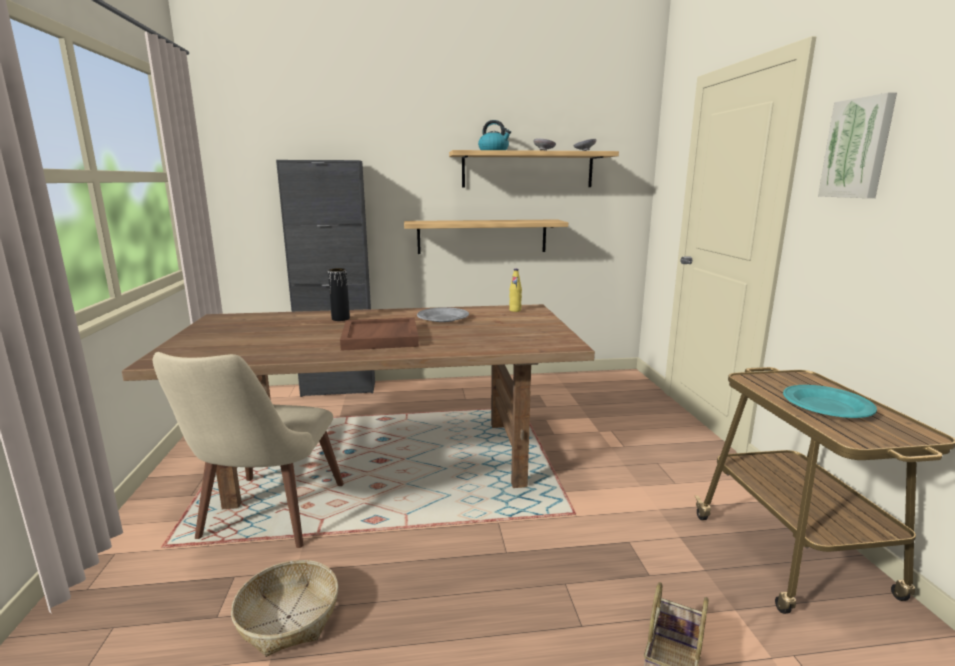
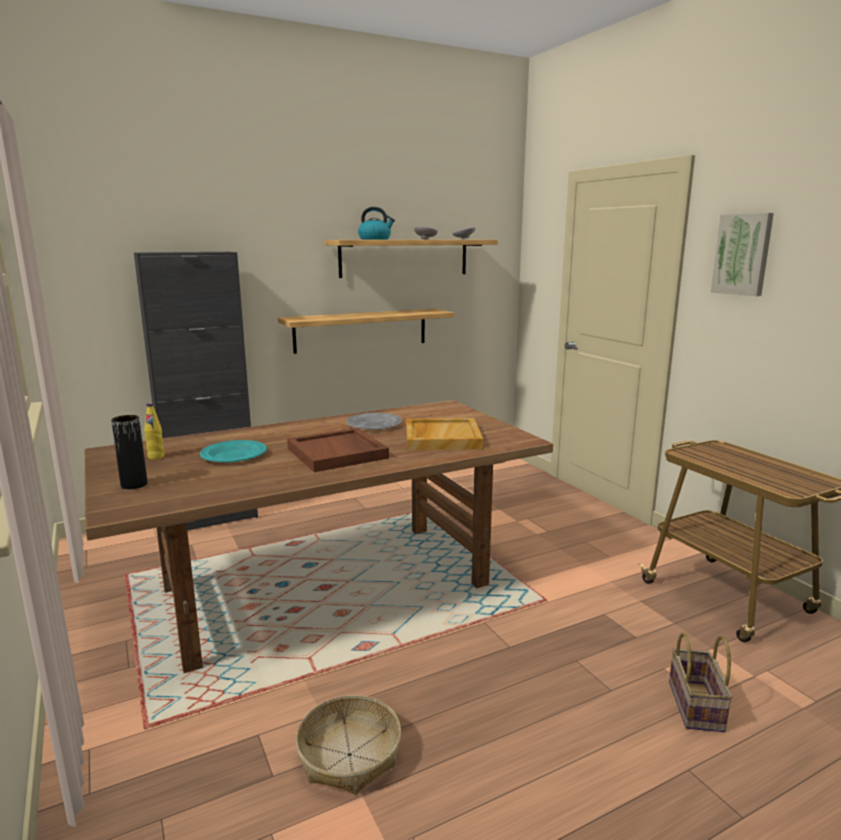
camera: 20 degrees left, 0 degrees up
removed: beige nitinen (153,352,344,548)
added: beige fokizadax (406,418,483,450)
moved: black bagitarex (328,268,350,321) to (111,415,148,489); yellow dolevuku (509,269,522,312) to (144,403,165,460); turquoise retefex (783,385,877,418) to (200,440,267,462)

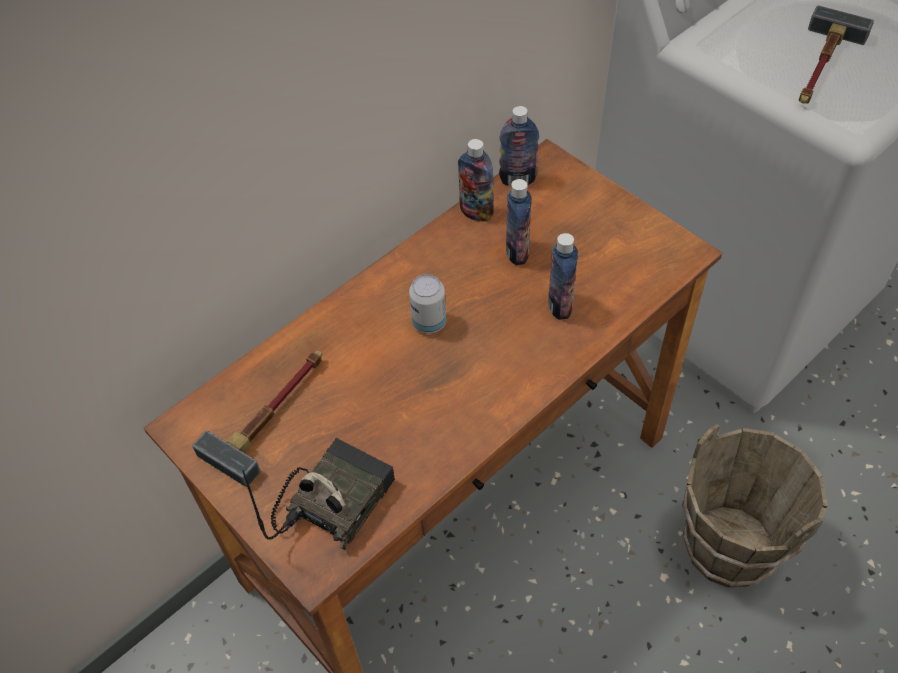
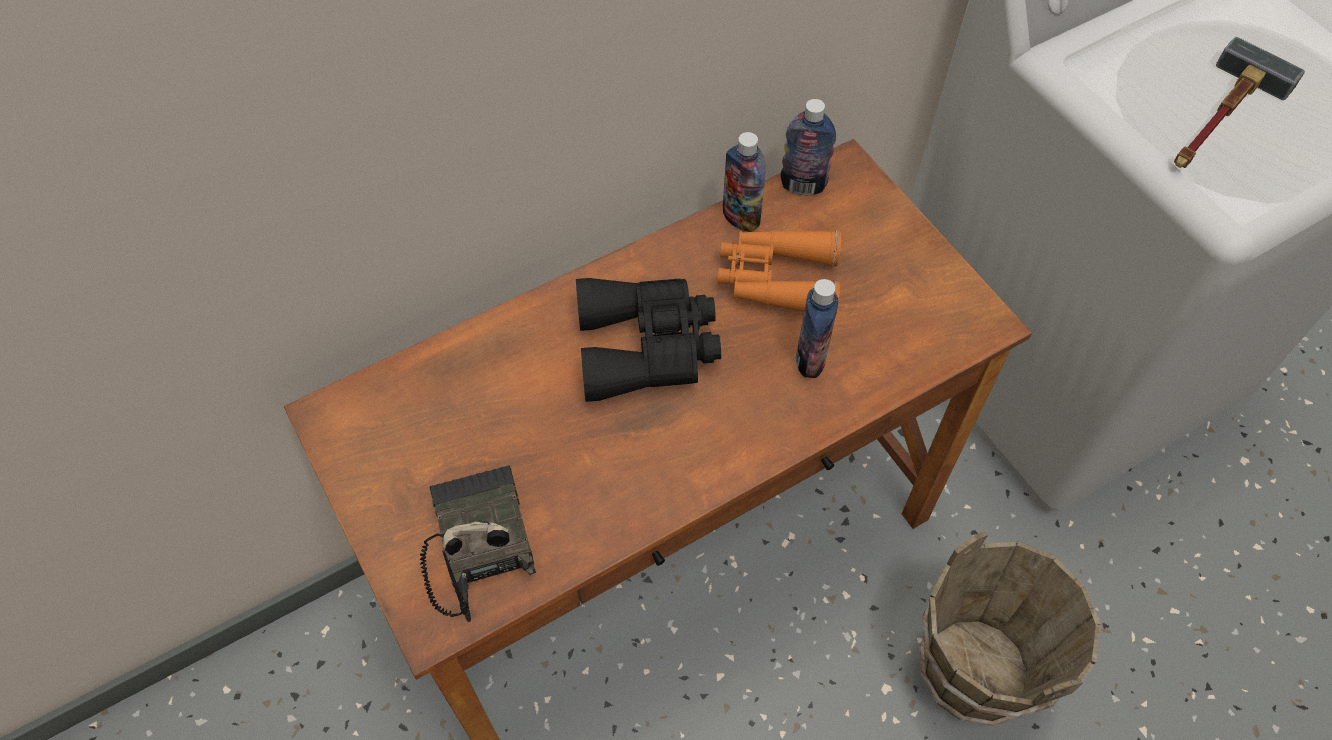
camera: 10 degrees right, 5 degrees up
removed: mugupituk (192,351,322,487)
replaced: dolevuku (506,179,531,265) to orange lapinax (717,230,841,314); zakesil (409,274,446,334) to black lapinax (576,278,721,402)
turned: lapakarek (242,438,395,550) = (420,465,536,622) 60 degrees counterclockwise

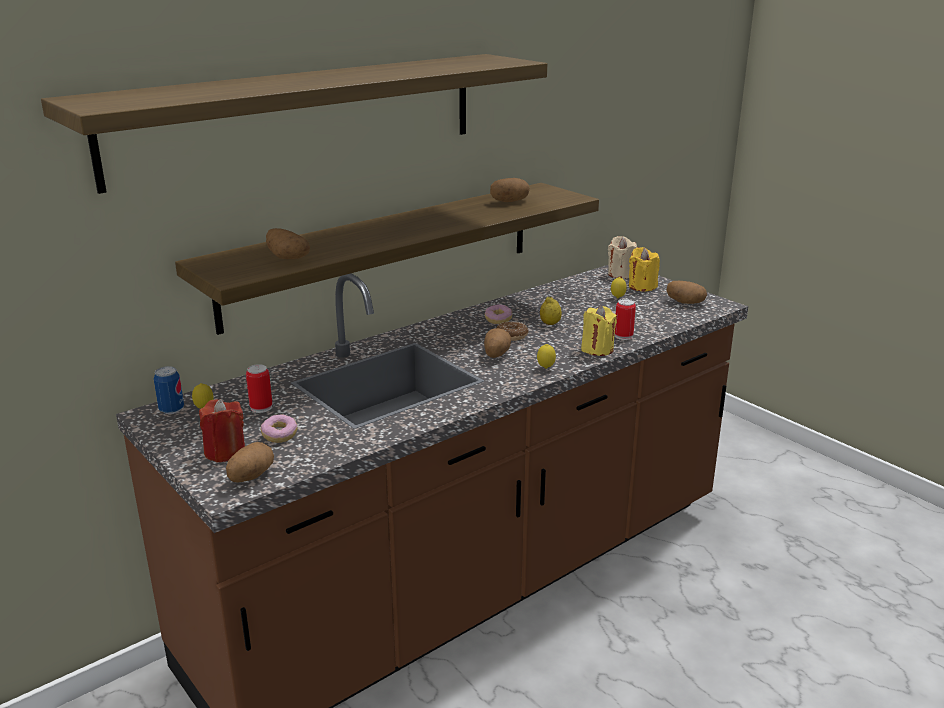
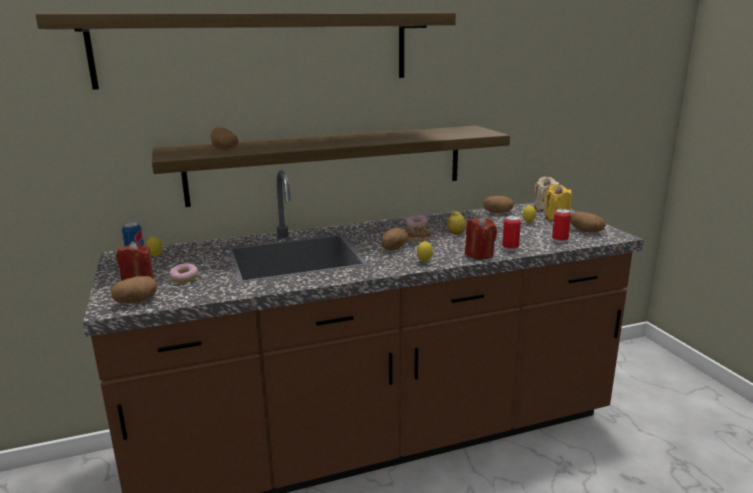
camera: 20 degrees right, 5 degrees down
moved: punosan (490,178,530,202) to (483,196,514,213); zakesil (246,364,272,413) to (552,209,571,243)
recoloured: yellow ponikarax (581,306,617,356) to red ponikarax (465,216,497,259)

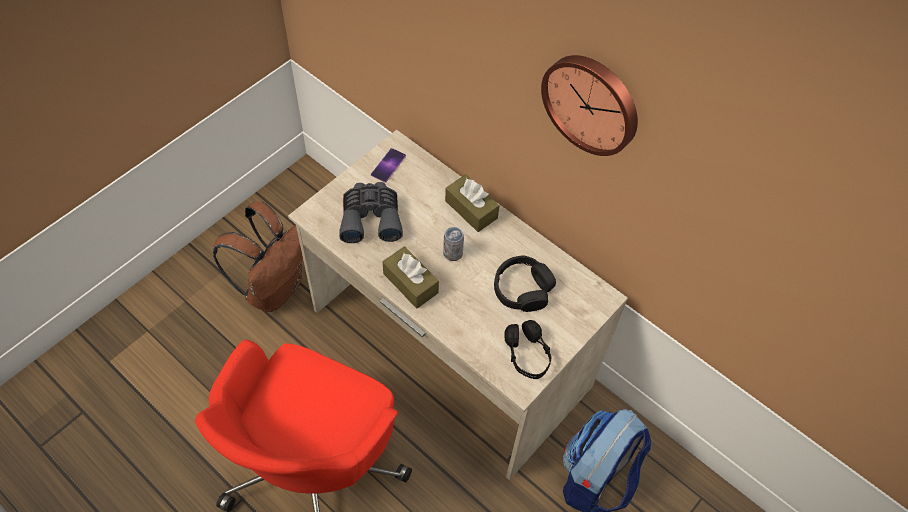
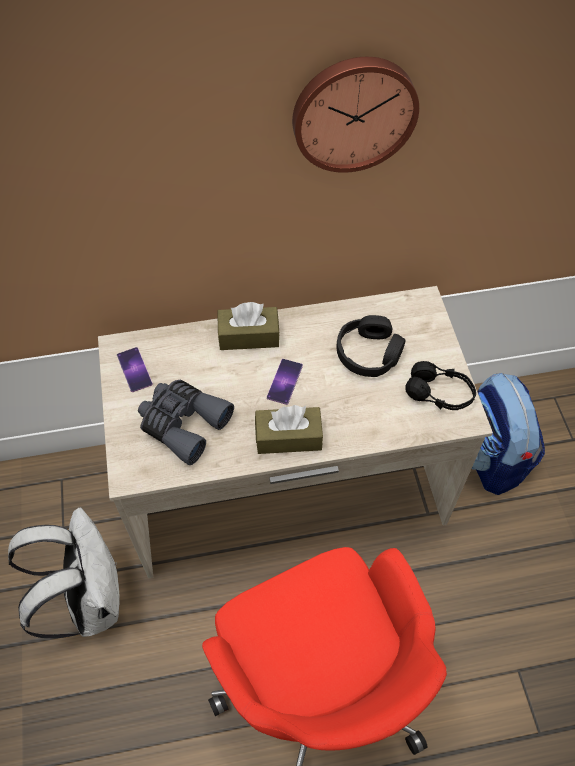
camera: 50 degrees left, 0 degrees up
replaced: zakesil (443,227,464,261) to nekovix (267,359,303,405)
recoloured: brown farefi (213,201,303,312) to white farefi (8,508,120,638)

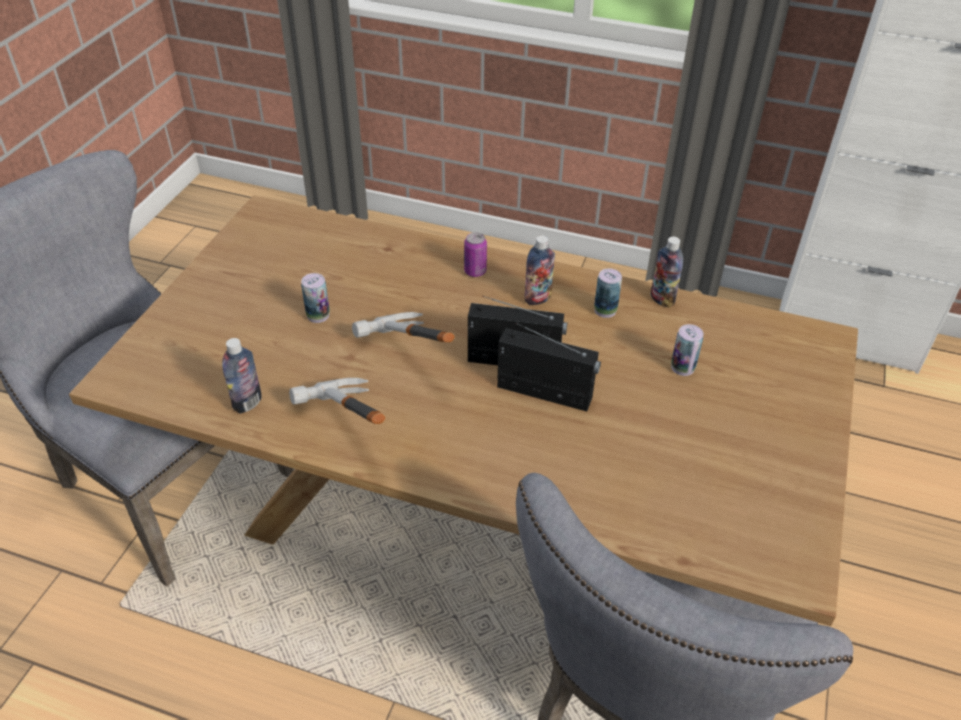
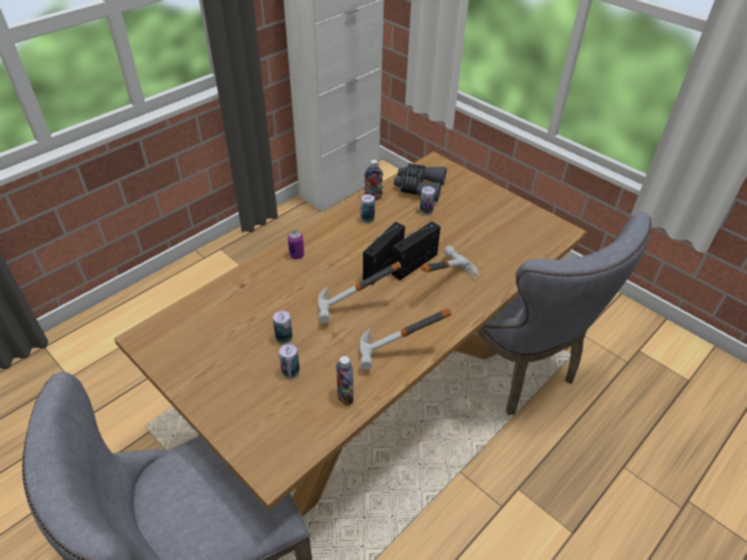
camera: 65 degrees left, 0 degrees up
removed: dolevuku (524,236,555,305)
added: grey lapinax (394,163,447,202); mugupituk (421,245,478,280); zakesil (279,344,300,379)

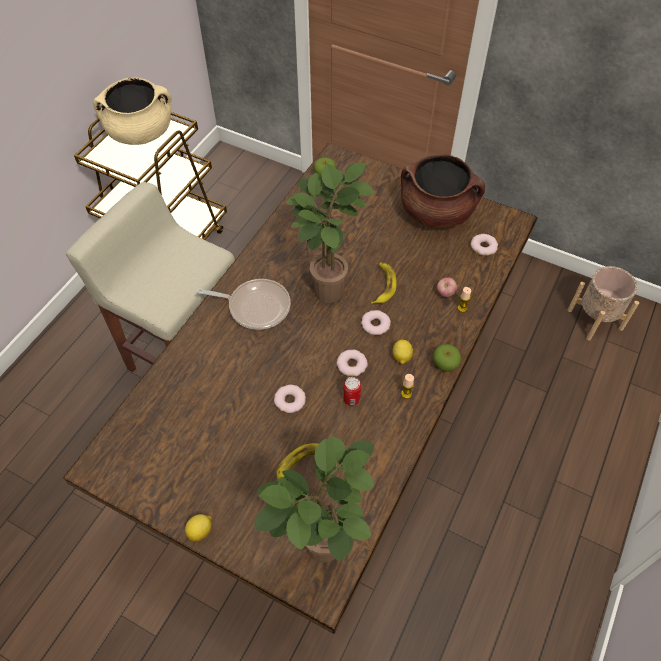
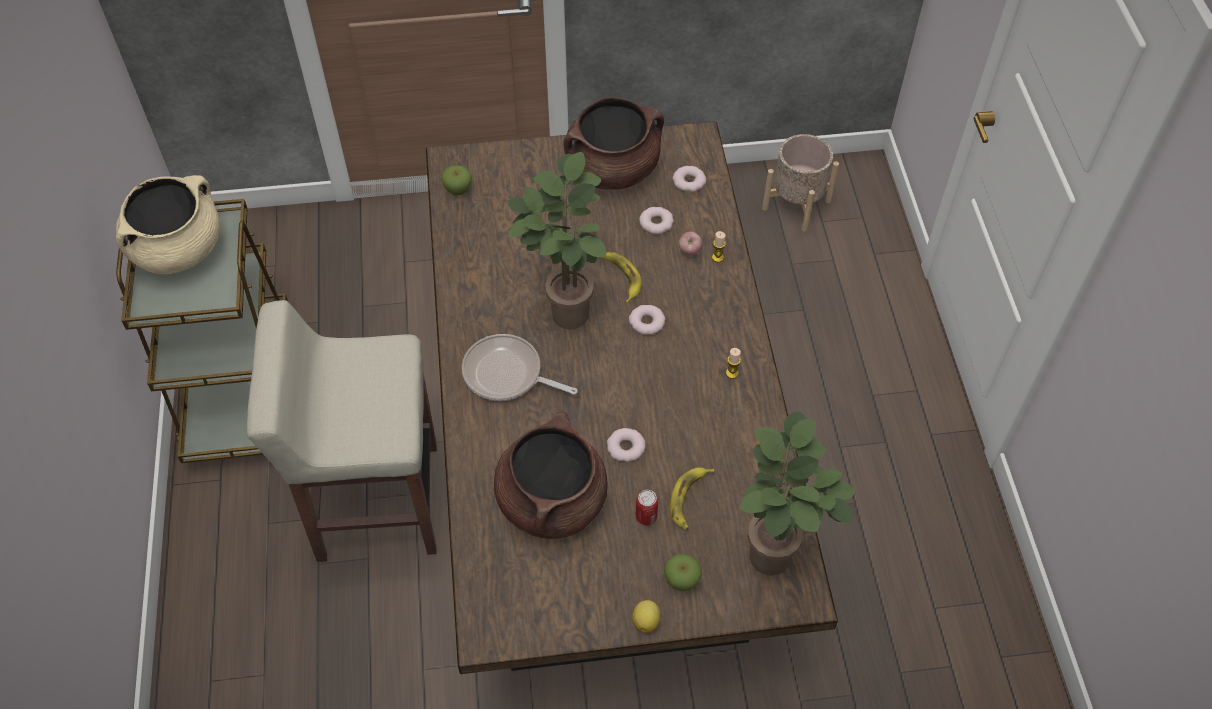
camera: 35 degrees left, 0 degrees up
removed: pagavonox (393,340,413,364)
added: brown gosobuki (494,411,608,539)
moved: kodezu (433,344,461,372) to (664,554,702,591); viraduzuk (337,350,368,376) to (639,207,674,234); zakesil (343,377,361,406) to (636,490,658,525)
turned: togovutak (198,279,291,330) = (462,334,578,401) 135 degrees counterclockwise

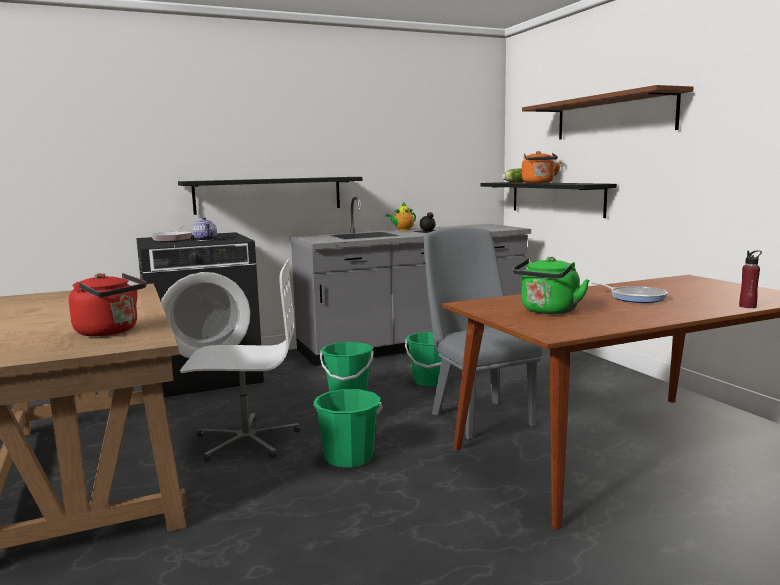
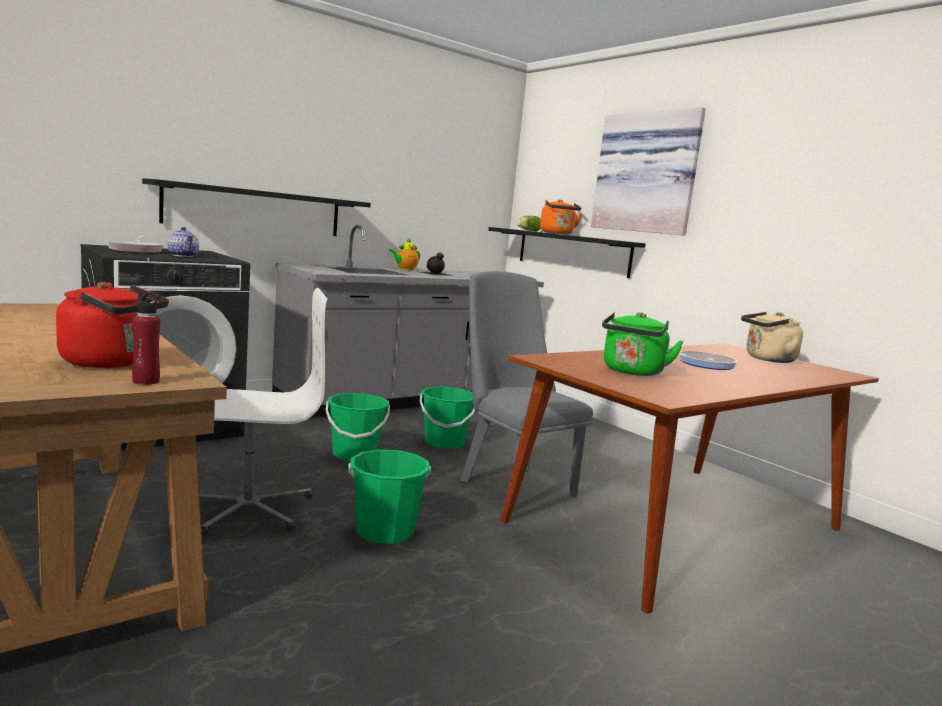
camera: 15 degrees left, 0 degrees up
added: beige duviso (741,312,803,363)
moved: red dolevuku (739,250,762,308) to (132,291,161,385)
replaced: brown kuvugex (522,85,694,140) to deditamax (591,107,706,236)

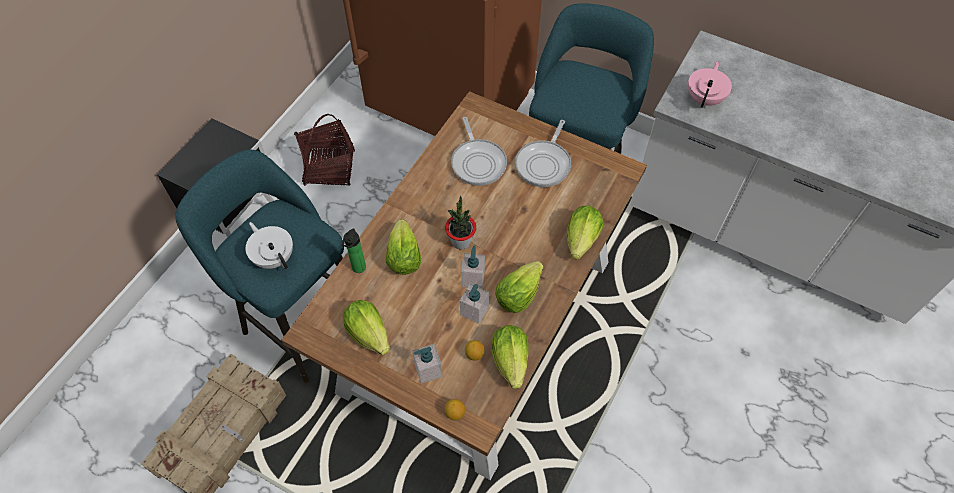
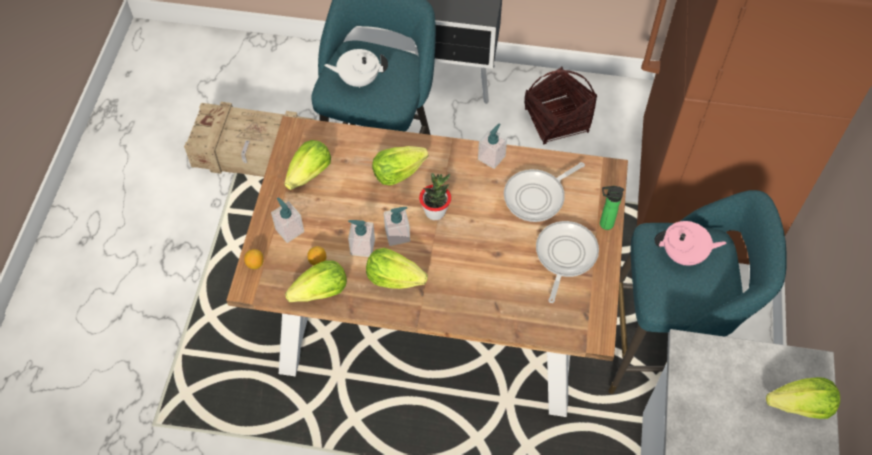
camera: 70 degrees right, 0 degrees up
added: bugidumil (478,123,507,169)
moved: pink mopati (688,61,732,108) to (655,221,727,265); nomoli (567,206,604,260) to (766,377,840,419); dolevuku (342,228,366,273) to (600,186,624,230)
turned: togovutak (515,120,571,187) = (536,221,599,303) 105 degrees clockwise; white mopati (246,222,293,270) = (324,49,388,88) 120 degrees counterclockwise

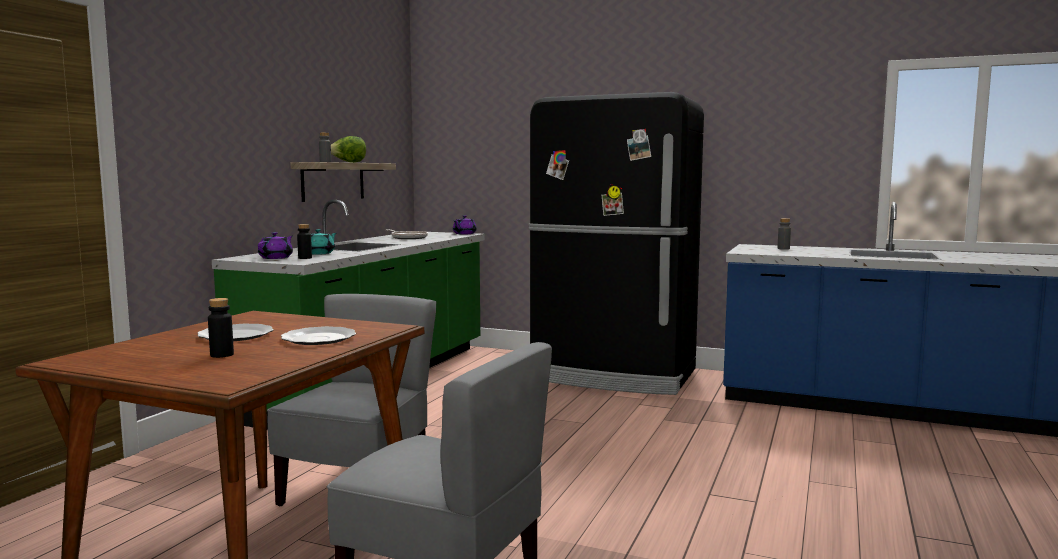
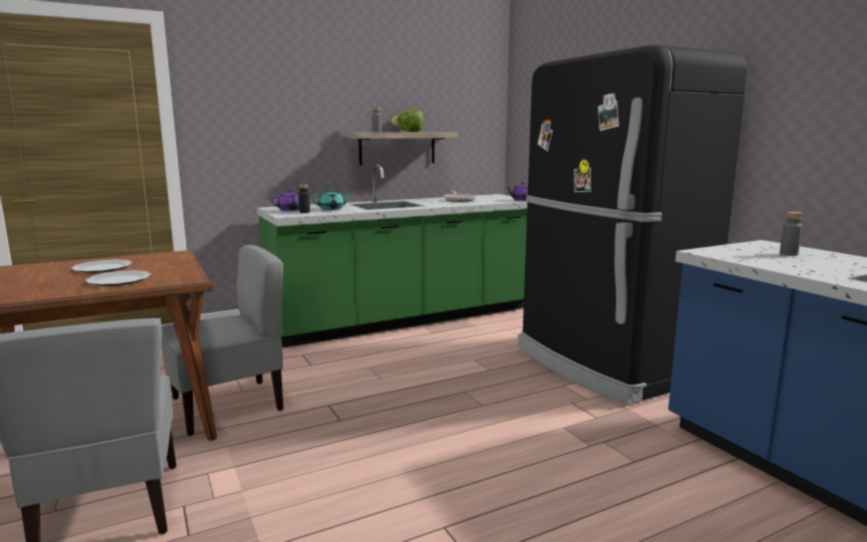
camera: 40 degrees right, 5 degrees up
removed: black dolevuku (208,298,234,358)

